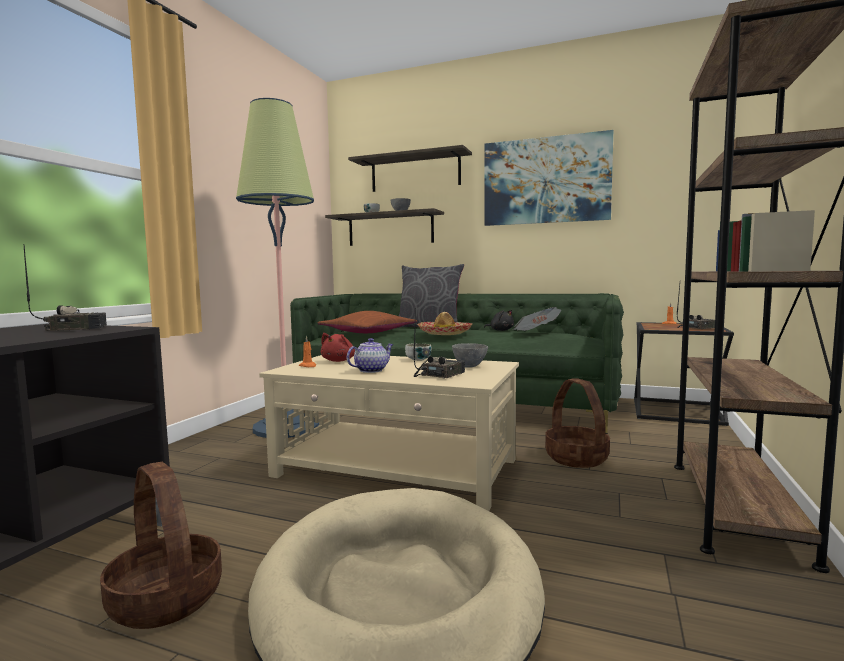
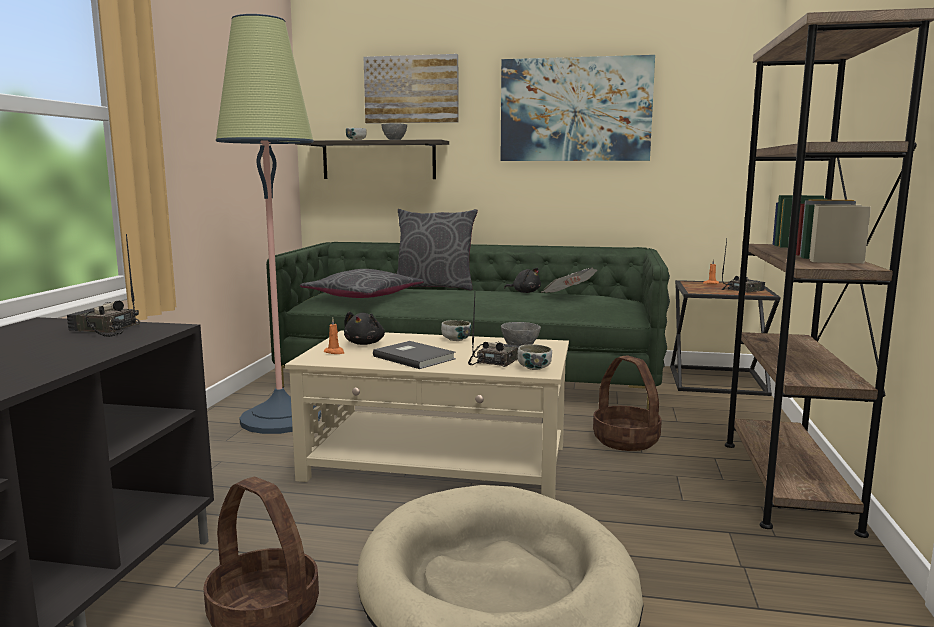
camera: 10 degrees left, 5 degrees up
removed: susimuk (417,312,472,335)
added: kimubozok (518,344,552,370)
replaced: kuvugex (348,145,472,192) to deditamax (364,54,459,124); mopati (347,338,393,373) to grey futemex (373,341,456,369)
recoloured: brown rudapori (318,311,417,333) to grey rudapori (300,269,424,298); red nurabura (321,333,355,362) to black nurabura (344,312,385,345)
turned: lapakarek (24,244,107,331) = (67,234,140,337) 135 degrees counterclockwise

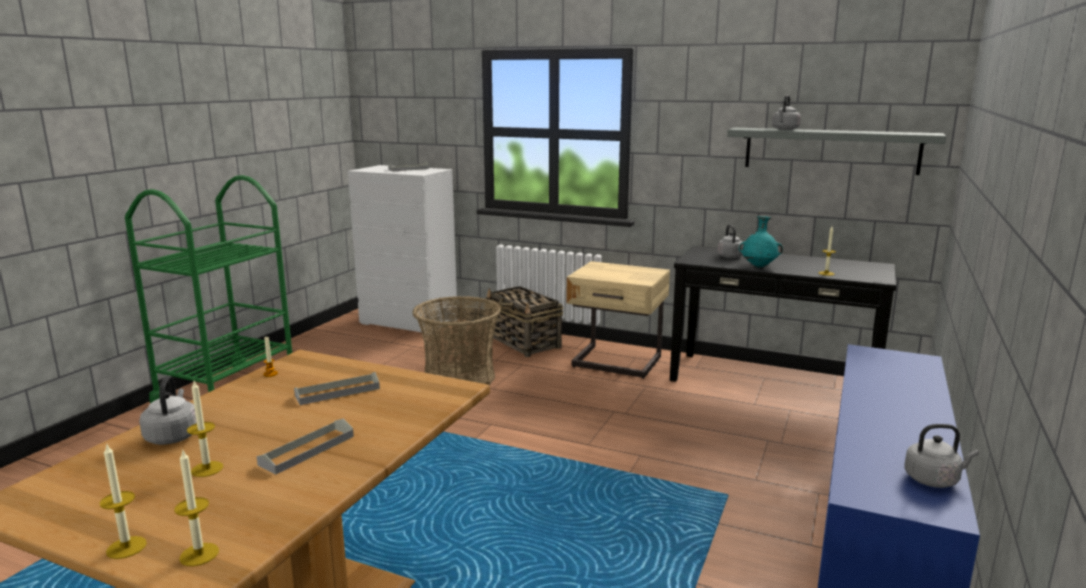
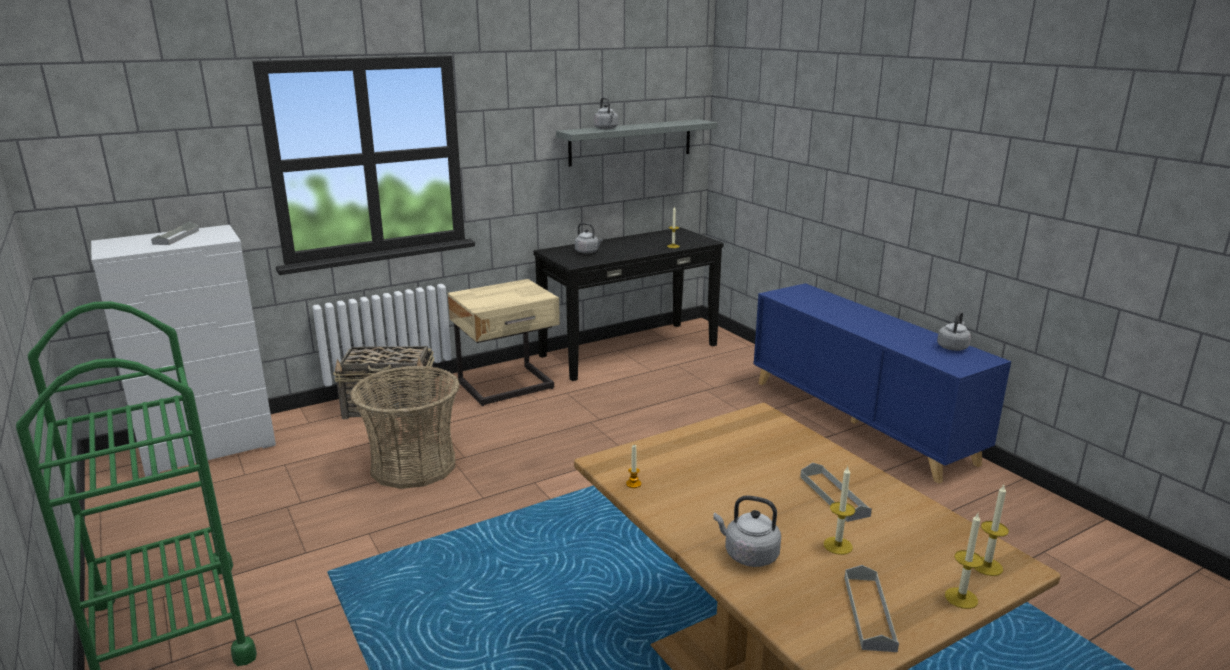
camera: 55 degrees left, 5 degrees up
removed: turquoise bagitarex (739,216,783,268)
moved: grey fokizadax (294,372,380,405) to (845,565,899,652)

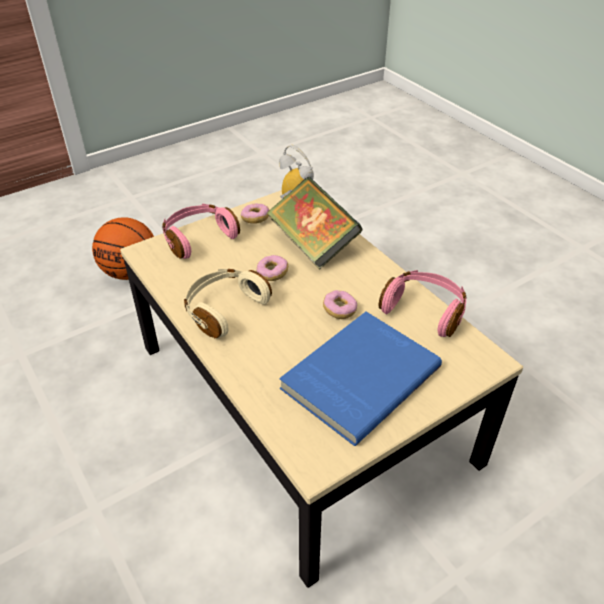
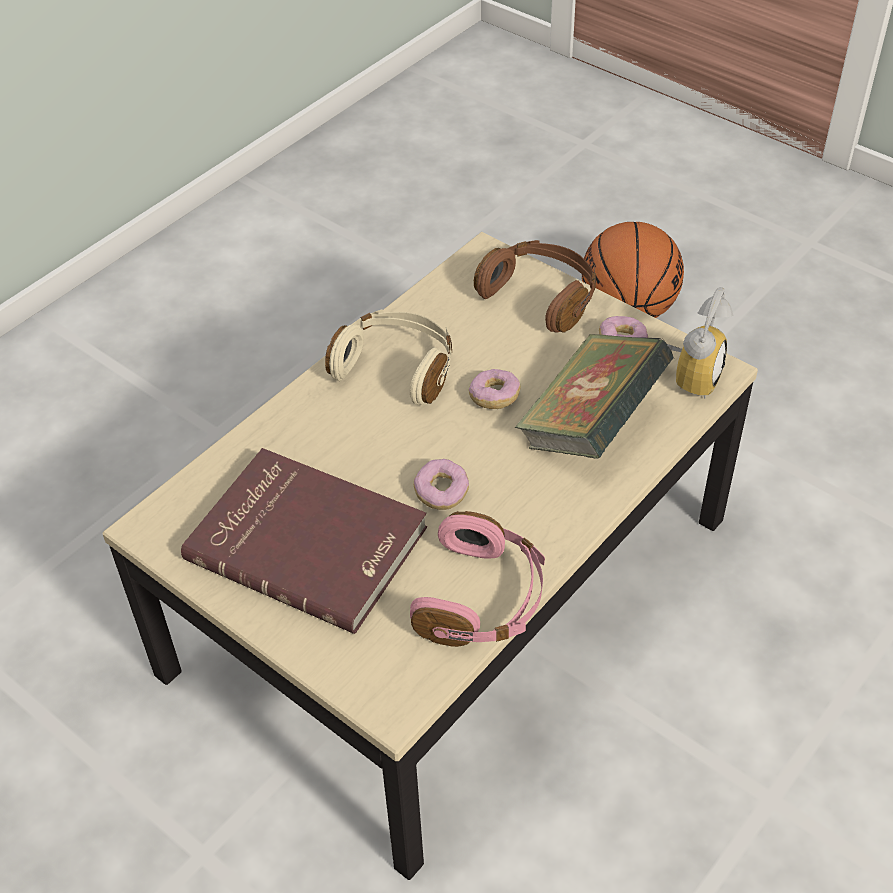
camera: 75 degrees right, 5 degrees up
recoloured: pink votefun (162,204,240,259) to brown votefun (474,240,596,333); blue futemex (279,312,442,446) to red futemex (181,448,427,634)

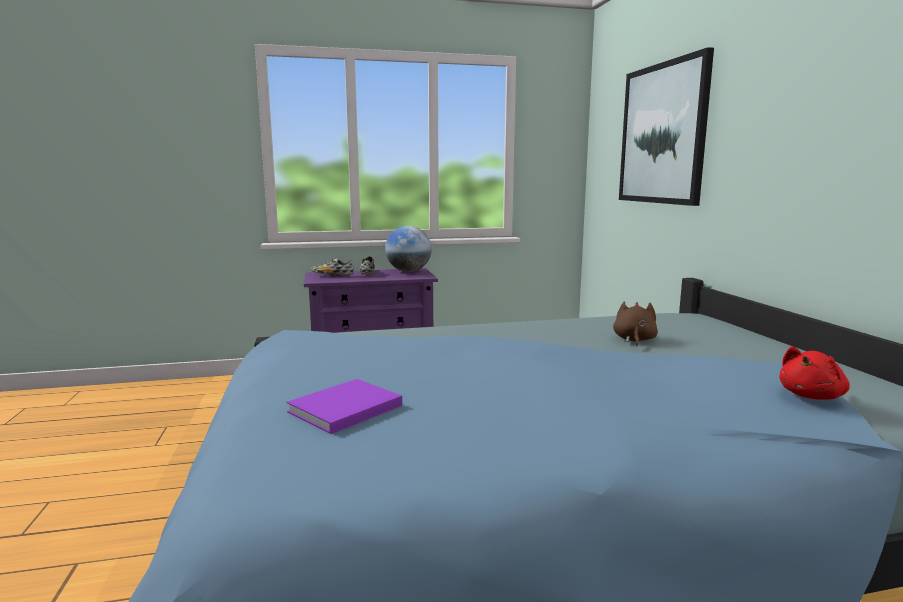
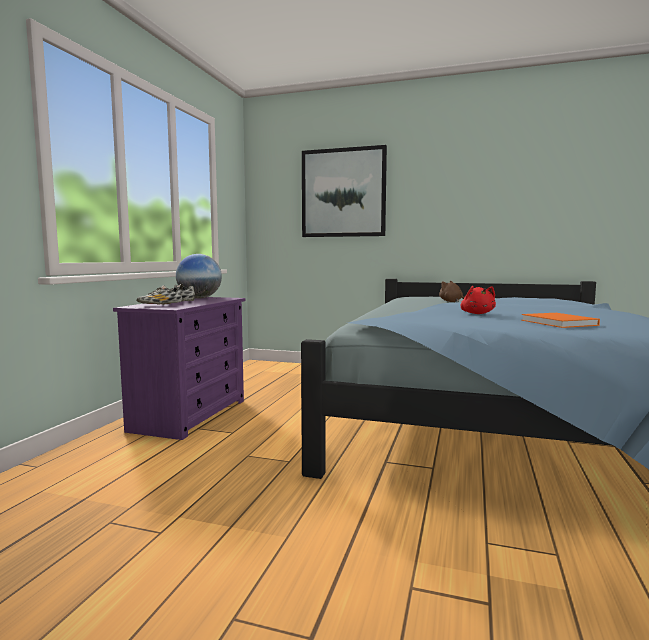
camera: 60 degrees left, 5 degrees down
moved: red nurabura (779,346,850,400) to (461,286,496,314)
recoloured: purple futemex (286,379,402,434) to orange futemex (521,313,600,328)

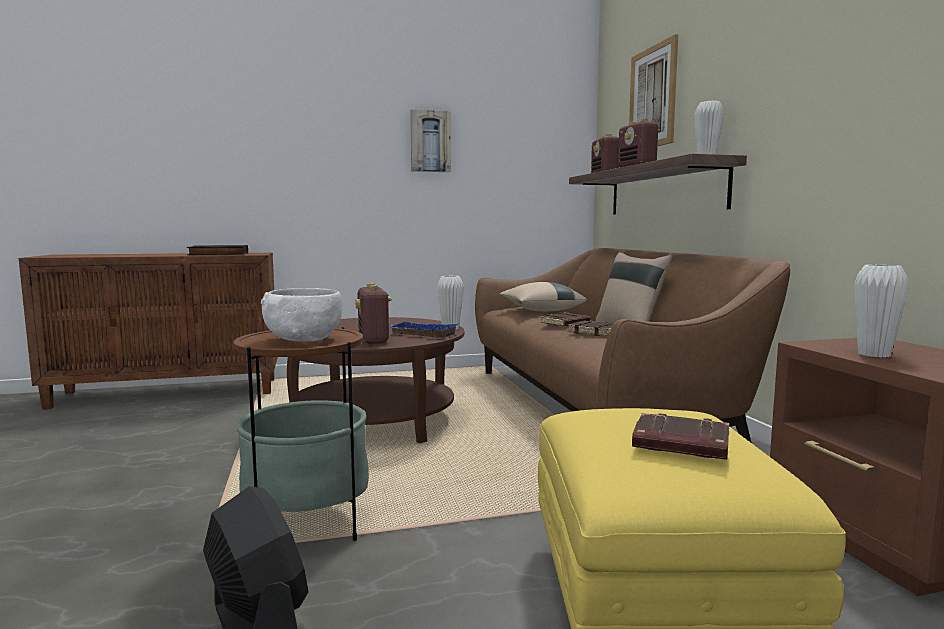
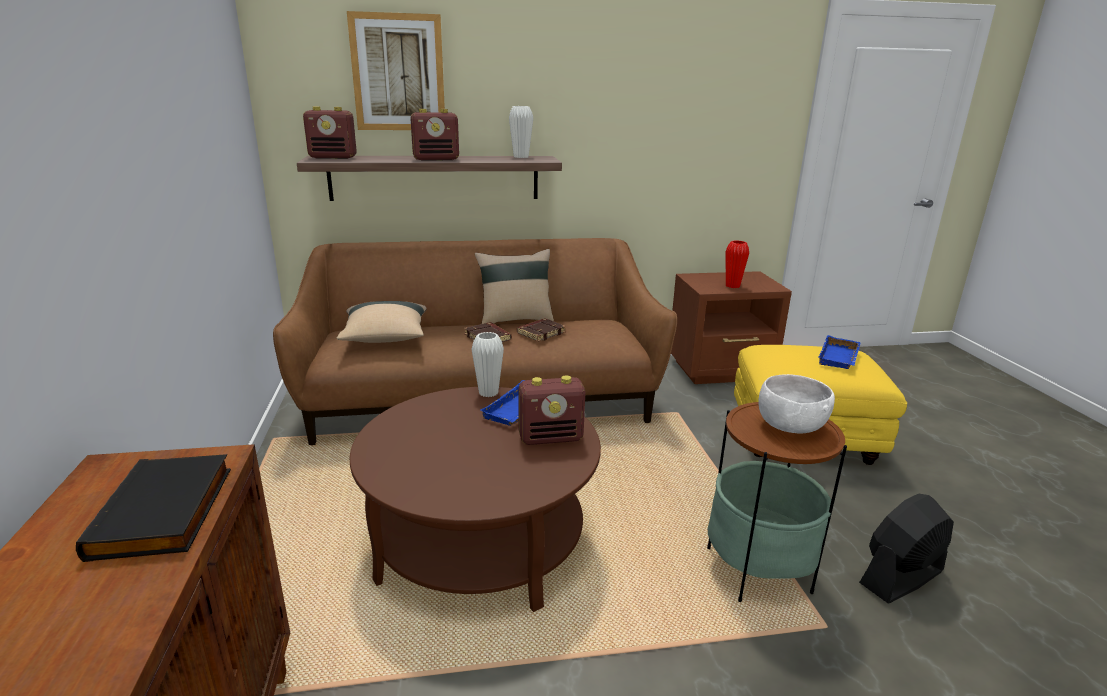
camera: 85 degrees left, 15 degrees up
removed: deditamax (410,110,451,172)
replaced: brown futemex (632,413,729,460) to blue fokizadax (818,335,861,369)
recoloured: white bagitarex (854,265,909,358) to red bagitarex (726,240,749,288)

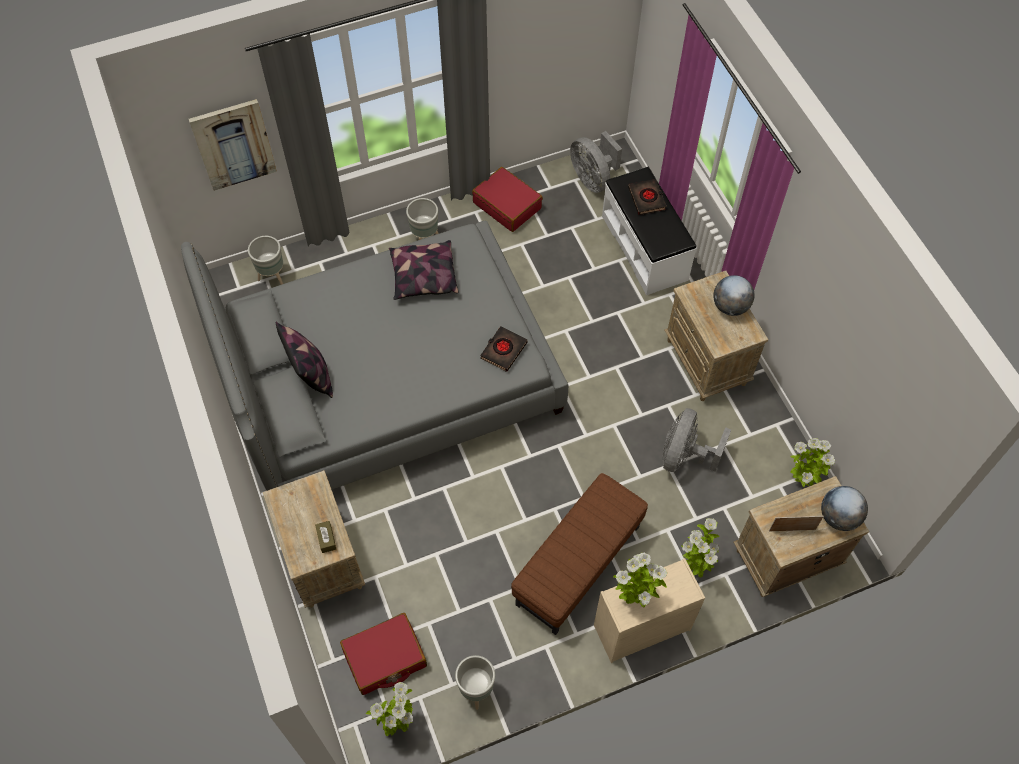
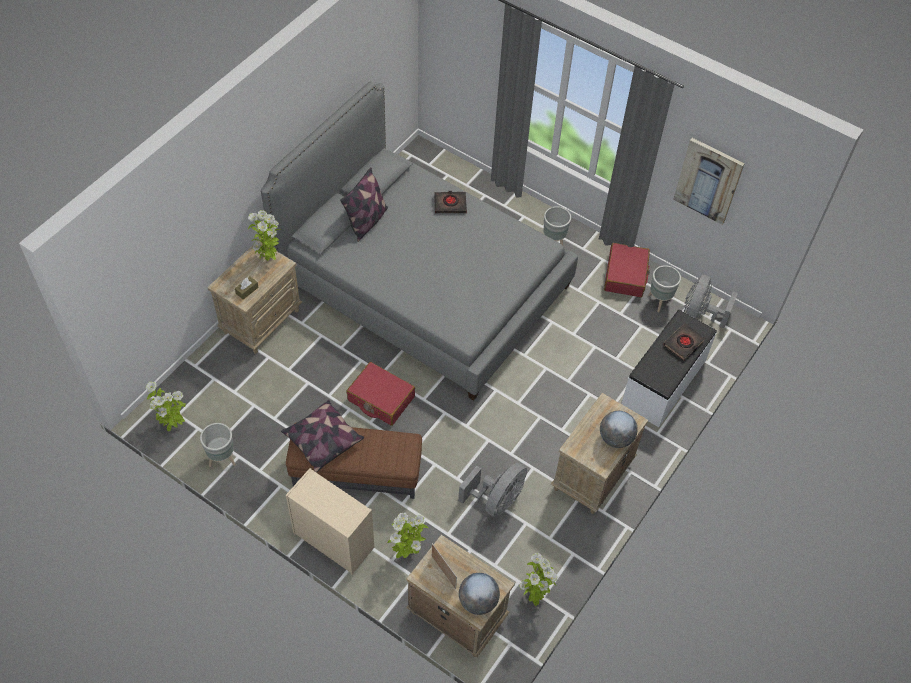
camera: 55 degrees right, 5 degrees down
moved: deditamax (189,99,277,191) to (673,138,745,225); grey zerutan (248,236,283,285) to (648,265,681,312); rudapori (389,240,458,300) to (281,399,364,472); black futemex (480,326,528,372) to (434,191,467,213); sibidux (613,553,667,608) to (248,210,280,261); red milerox (340,613,427,695) to (346,362,415,426)
turned: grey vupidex (663,408,731,472) = (458,463,527,517) 135 degrees clockwise

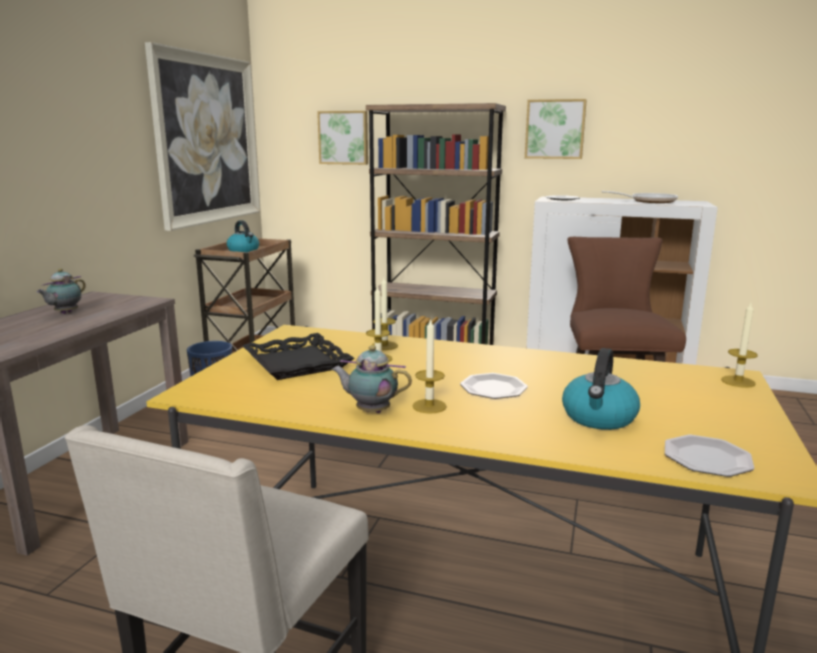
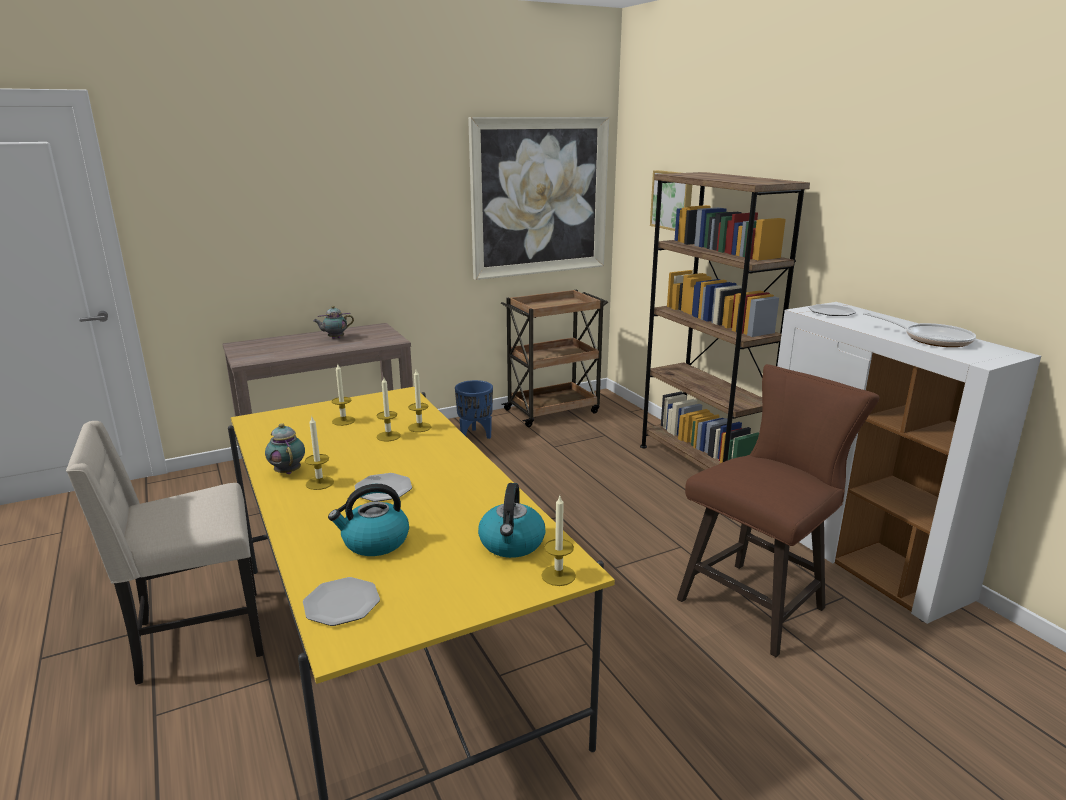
camera: 45 degrees right, 5 degrees up
removed: deditamax (525,99,587,159)
moved: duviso (227,220,259,252) to (478,483,545,558)
replaced: black fokizadax (242,333,355,380) to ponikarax (332,364,355,426)

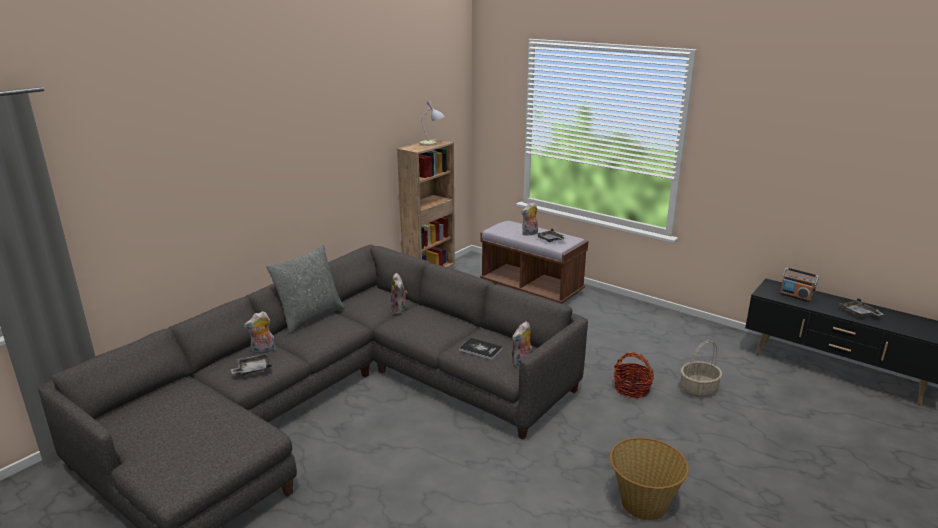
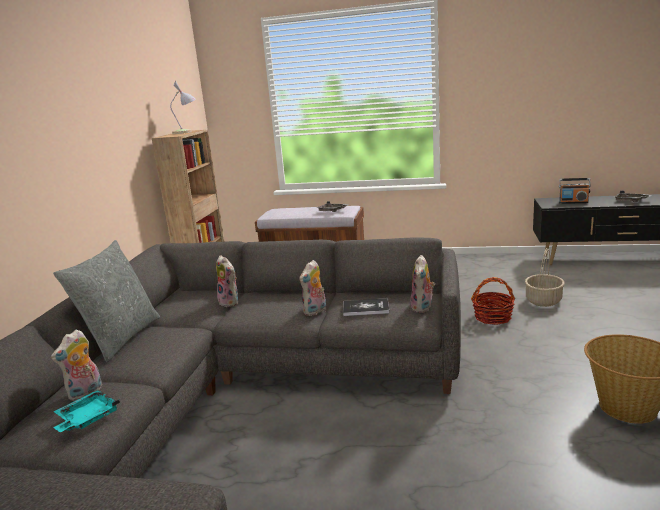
camera: 25 degrees left, 5 degrees down
moved: nurabura (521,202,538,236) to (299,260,326,316)
recoloured: grey fokizadax (231,353,272,376) to turquoise fokizadax (53,390,120,433)

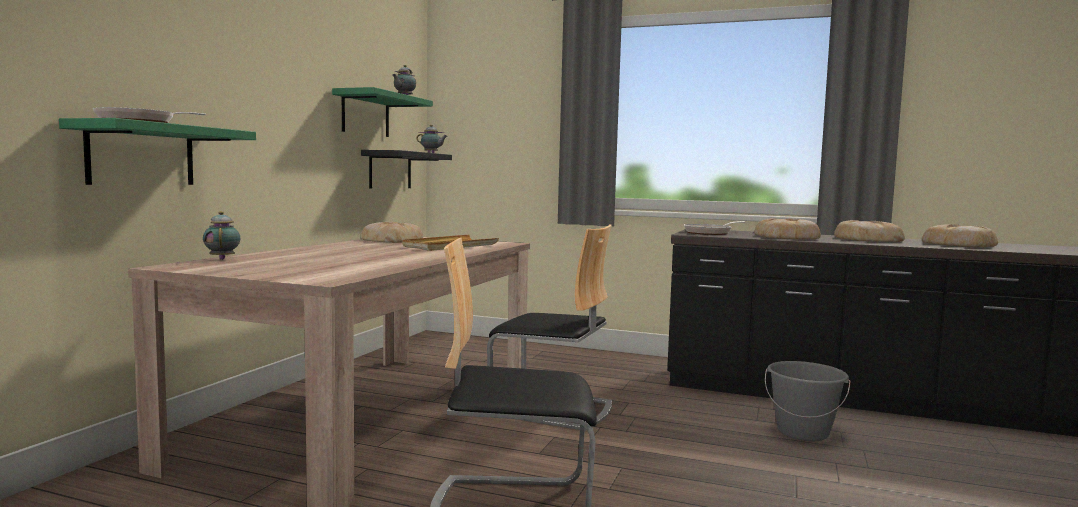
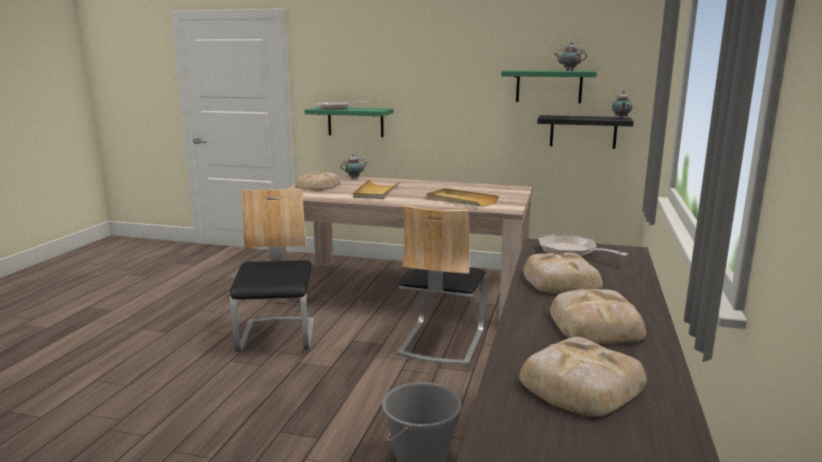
camera: 85 degrees right, 10 degrees up
added: beige fokizadax (353,179,401,199)
moved: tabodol (361,222,423,243) to (295,172,341,190)

